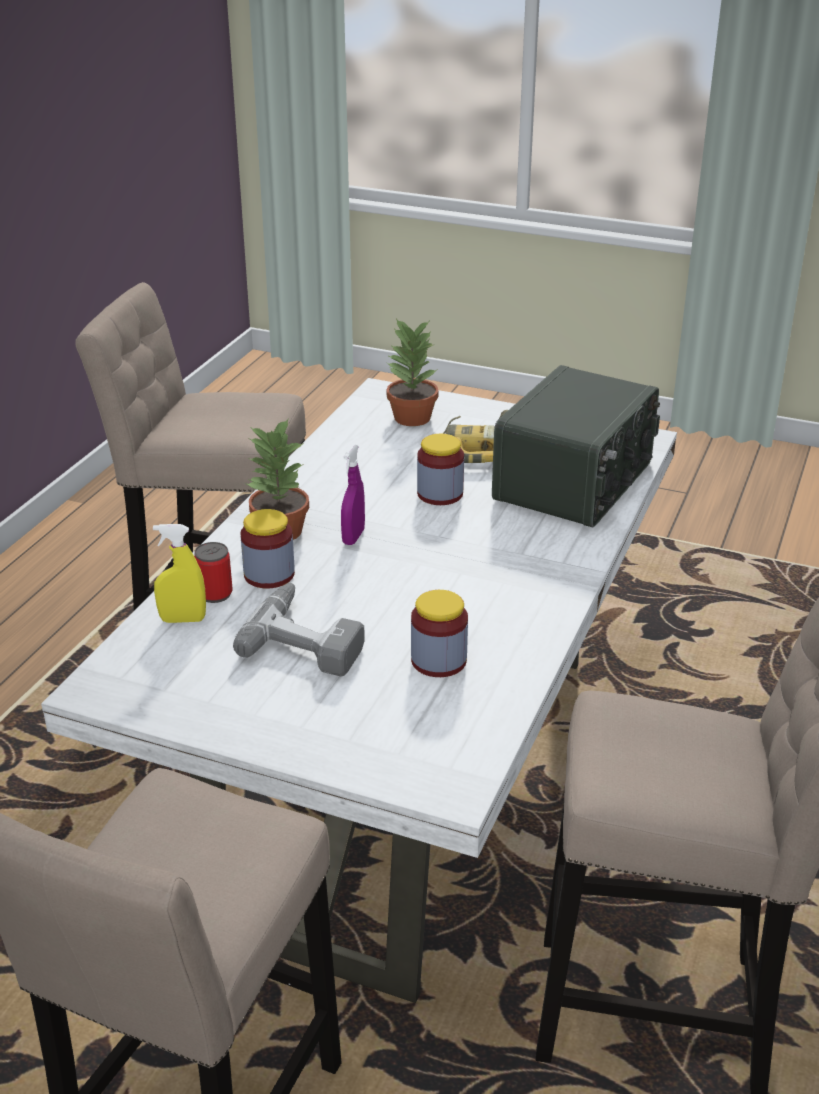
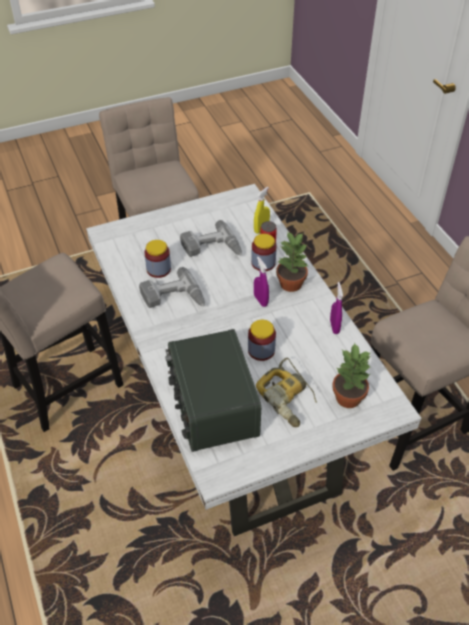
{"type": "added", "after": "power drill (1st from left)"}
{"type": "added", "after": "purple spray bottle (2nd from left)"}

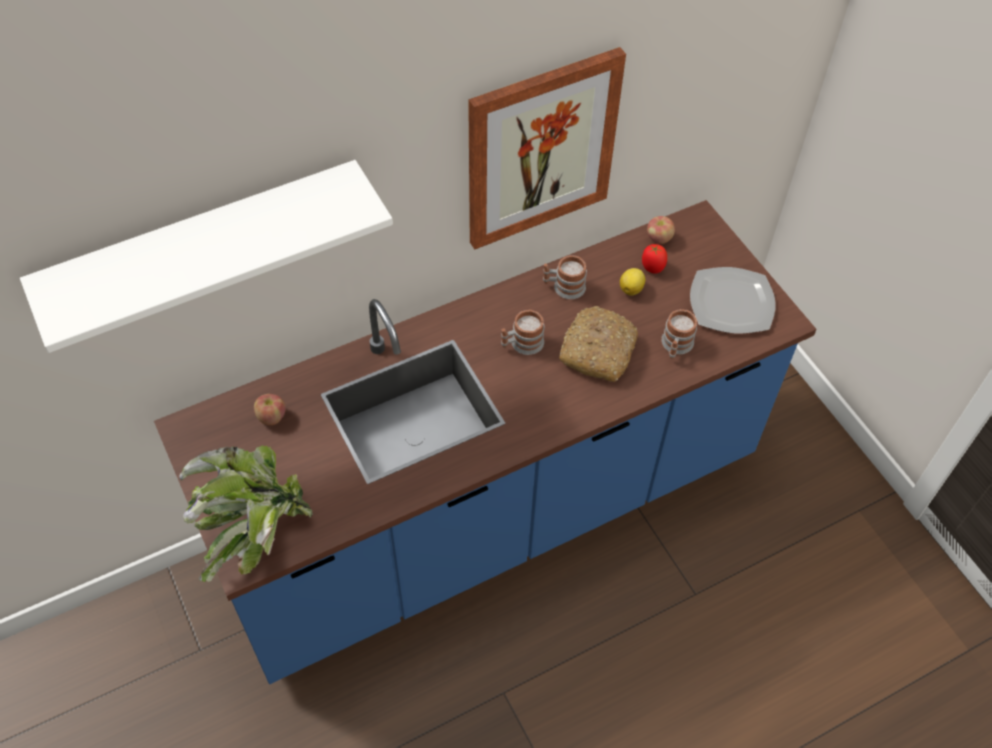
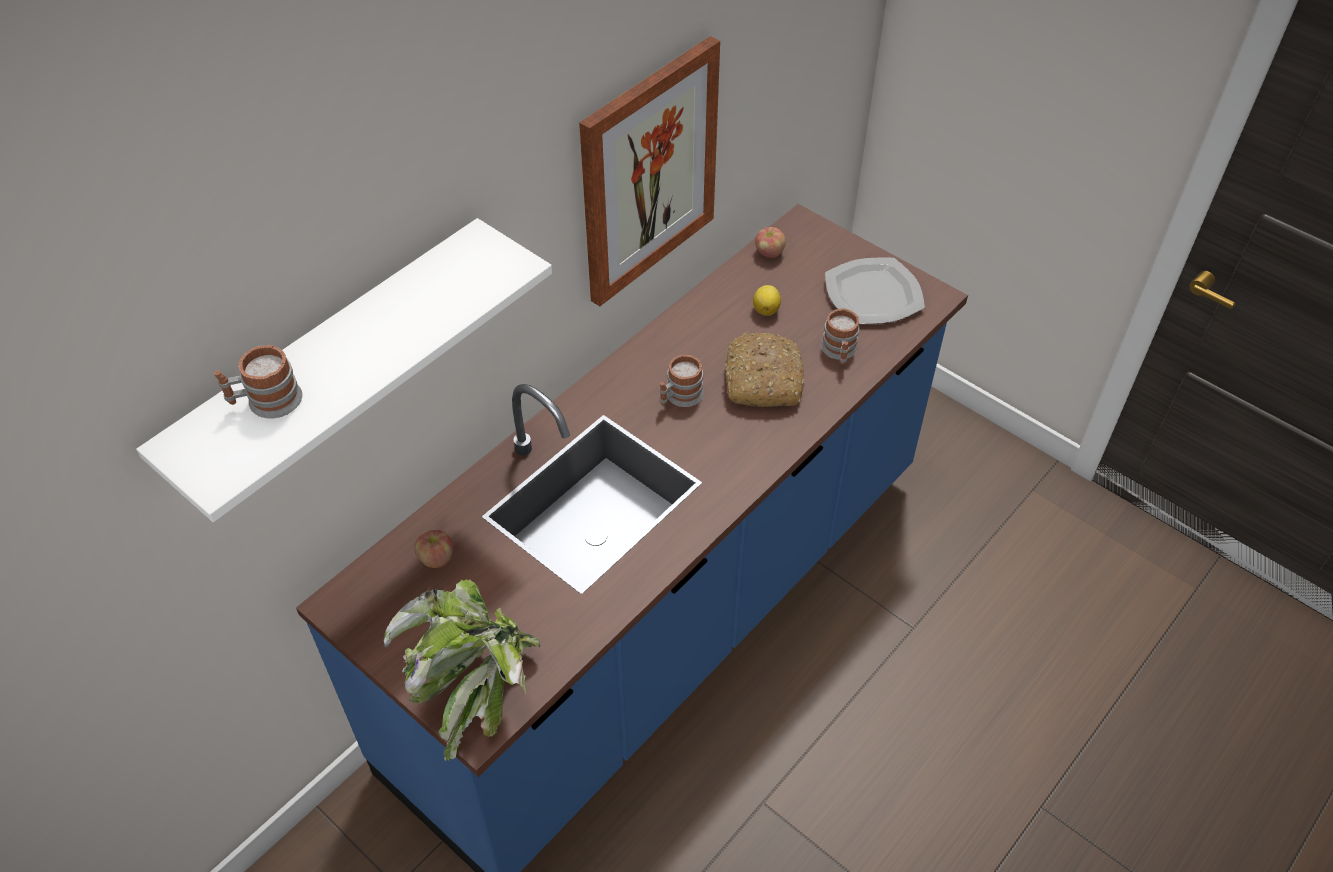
{"type": "moved", "before": "mug (2nd from left in the first image)", "after": "mug (1st from left)"}
{"type": "removed", "before": "tomato"}

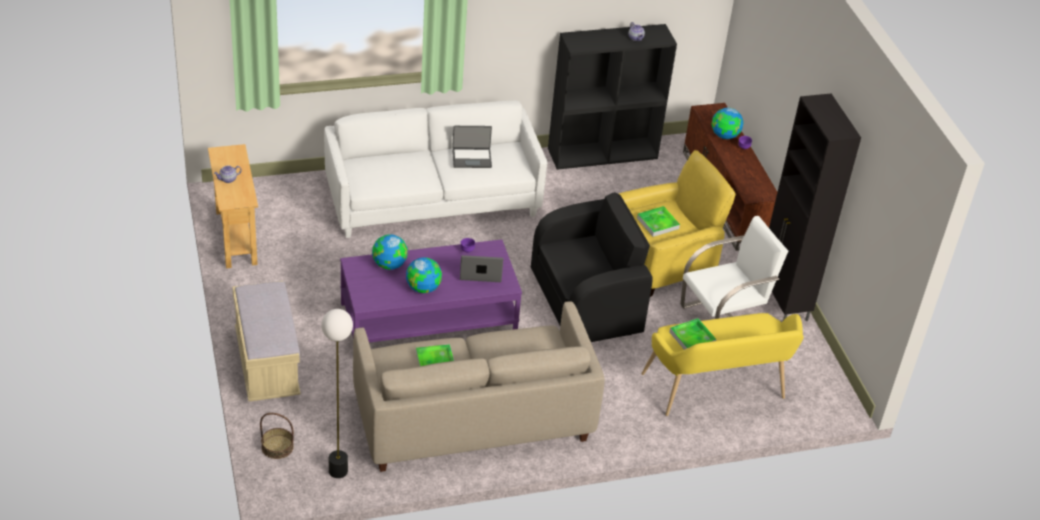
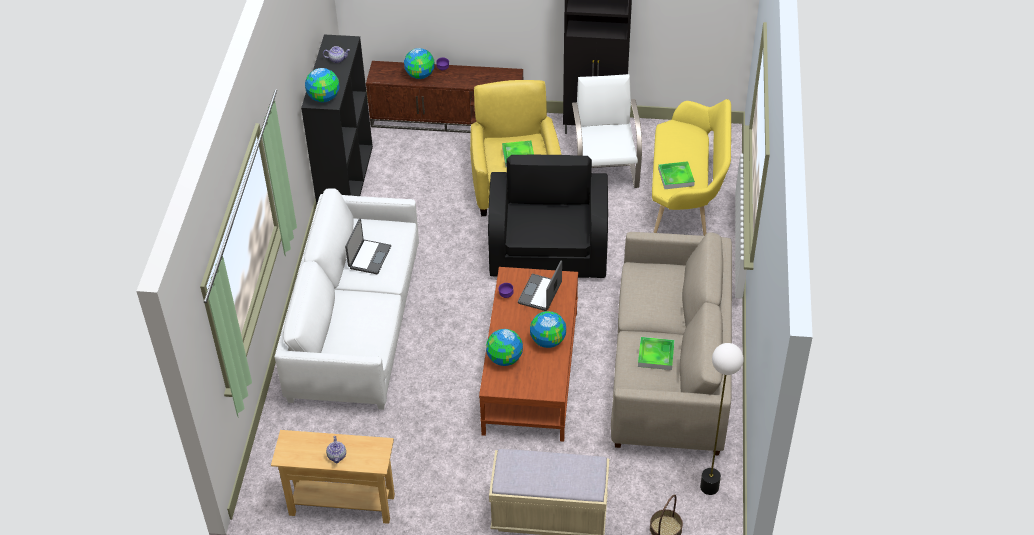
{"type": "recoloured", "before": "purple coffee table", "after": "brown coffee table"}
{"type": "added", "after": "globe (1st from left)"}

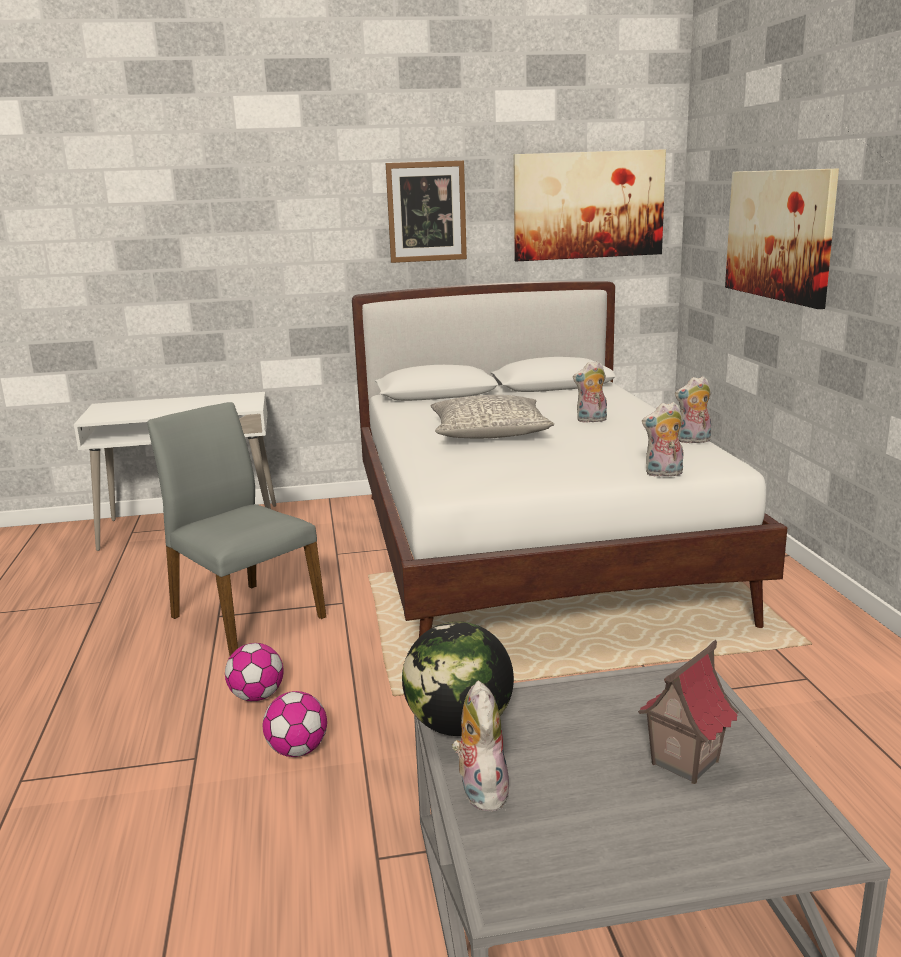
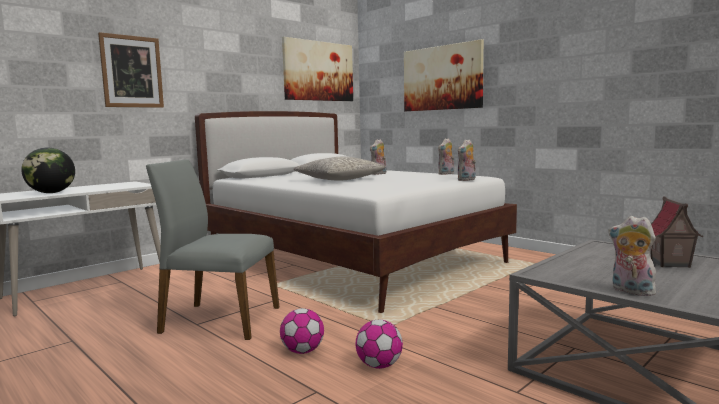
{"type": "moved", "before": "picture (1st from left)"}
{"type": "moved", "before": "globe"}

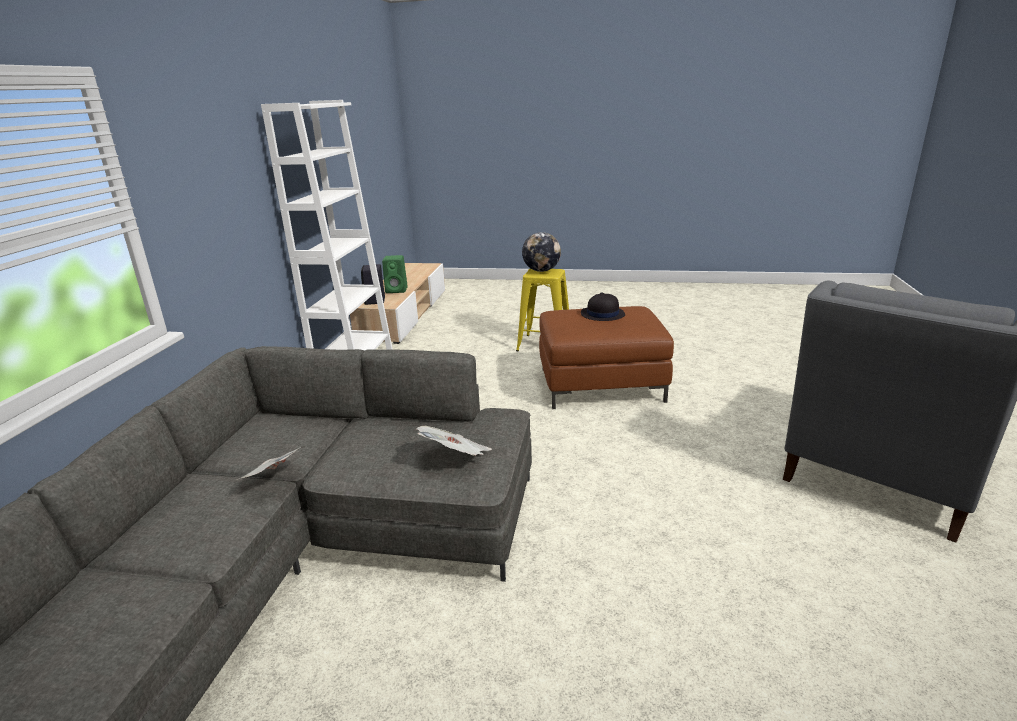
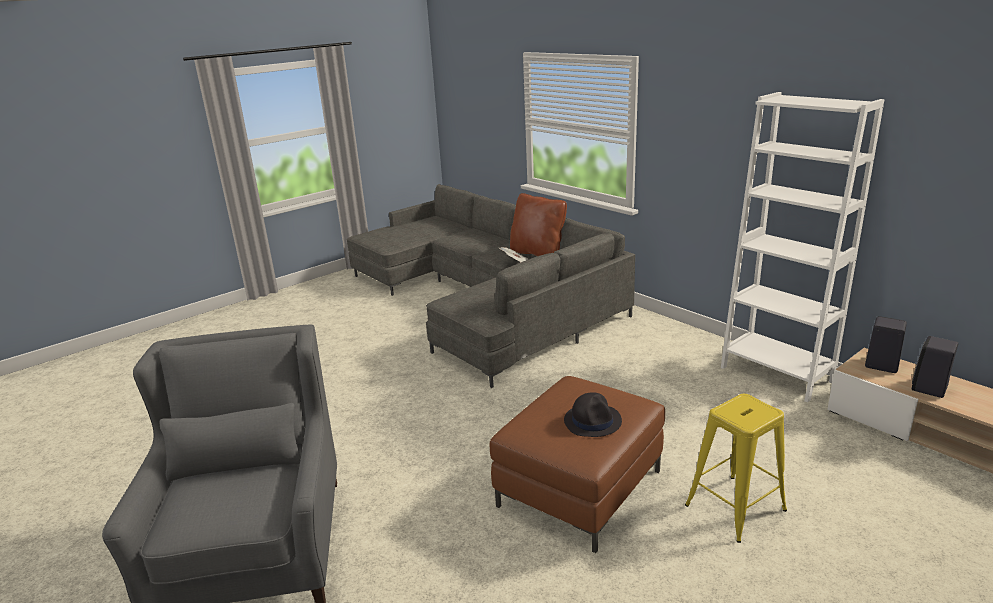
{"type": "recoloured", "before": "green speaker", "after": "black speaker (2nd from left)"}
{"type": "removed", "before": "newspaper (2nd from left)"}
{"type": "removed", "before": "globe"}
{"type": "added", "after": "brown pillow"}

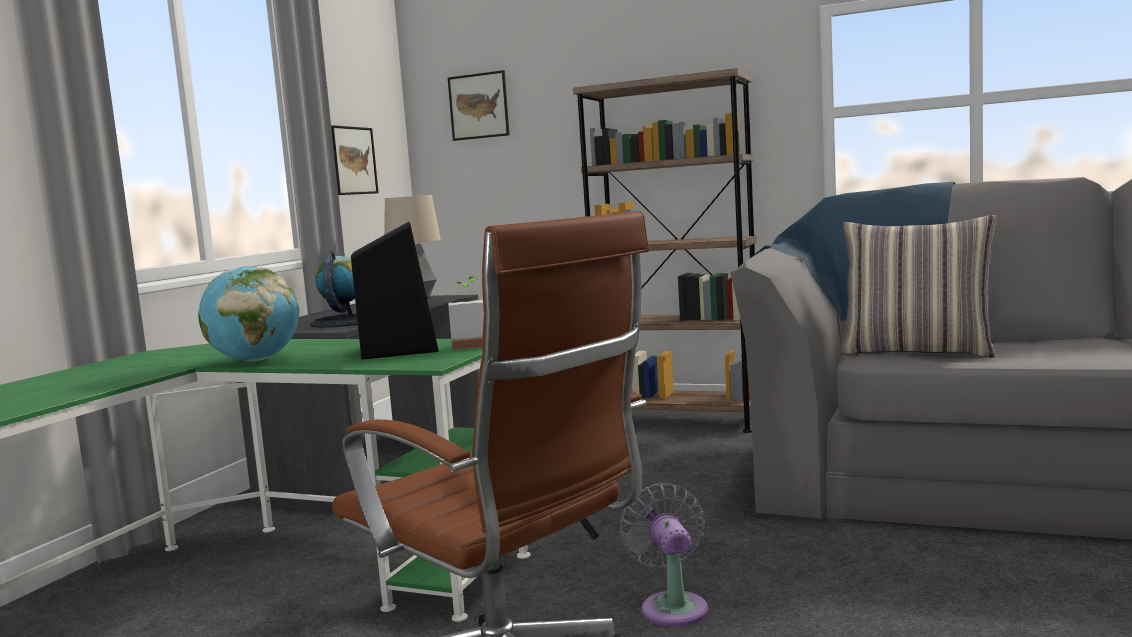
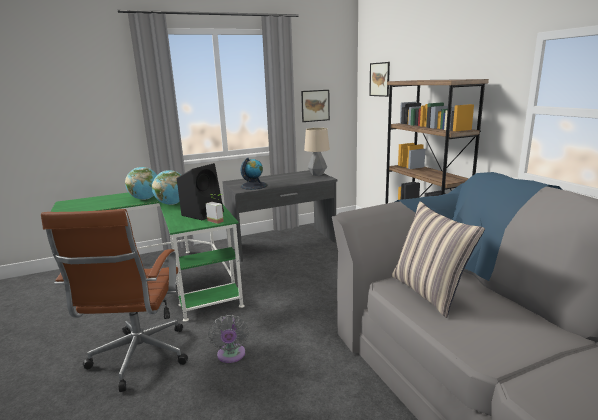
{"type": "turned", "before": "grey fan", "turn": 135}
{"type": "added", "after": "globe (1st from left)"}

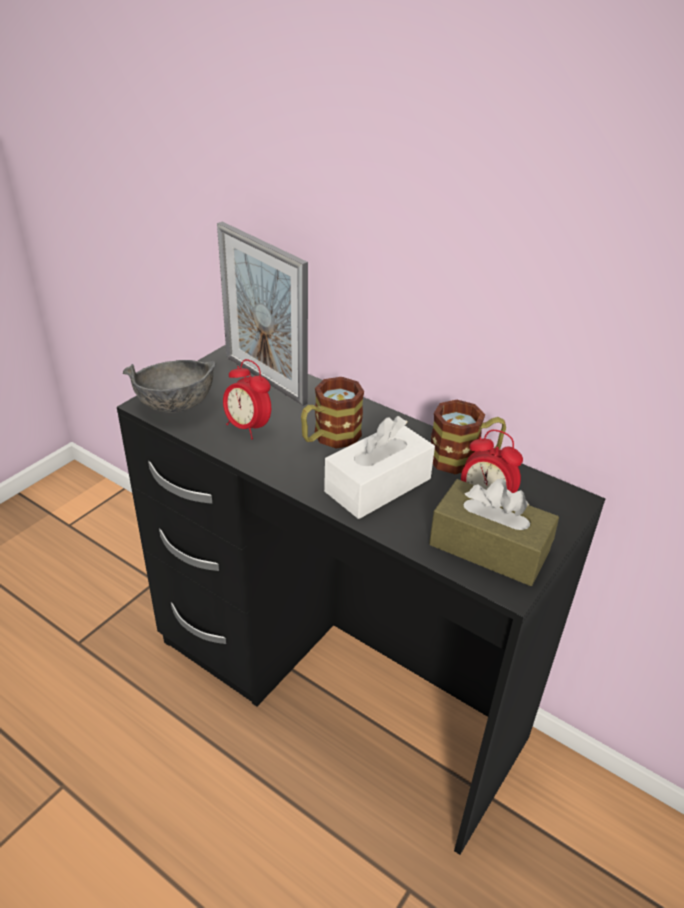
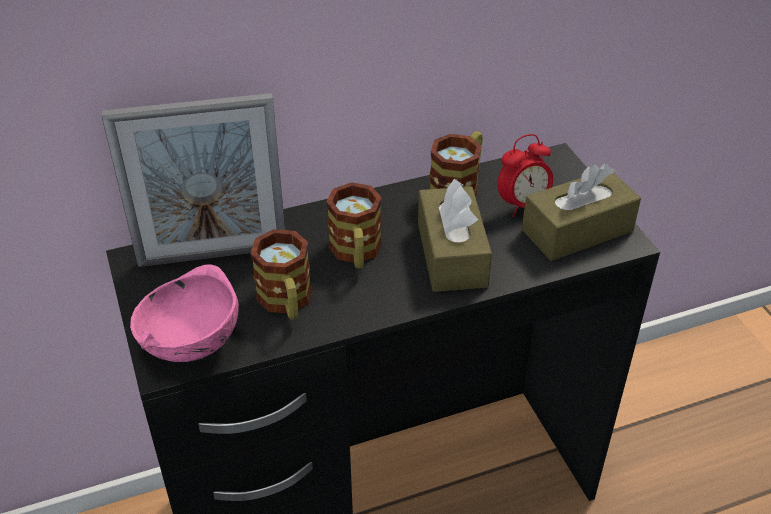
{"type": "recoloured", "before": "grey bowl", "after": "pink bowl"}
{"type": "replaced", "before": "alarm clock (1st from left)", "after": "mug (1st from left)"}
{"type": "recoloured", "before": "white tissue box", "after": "brown tissue box (1st from left)"}

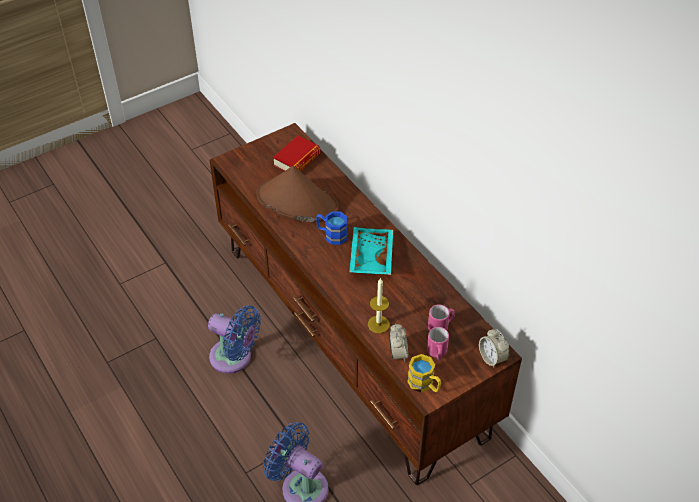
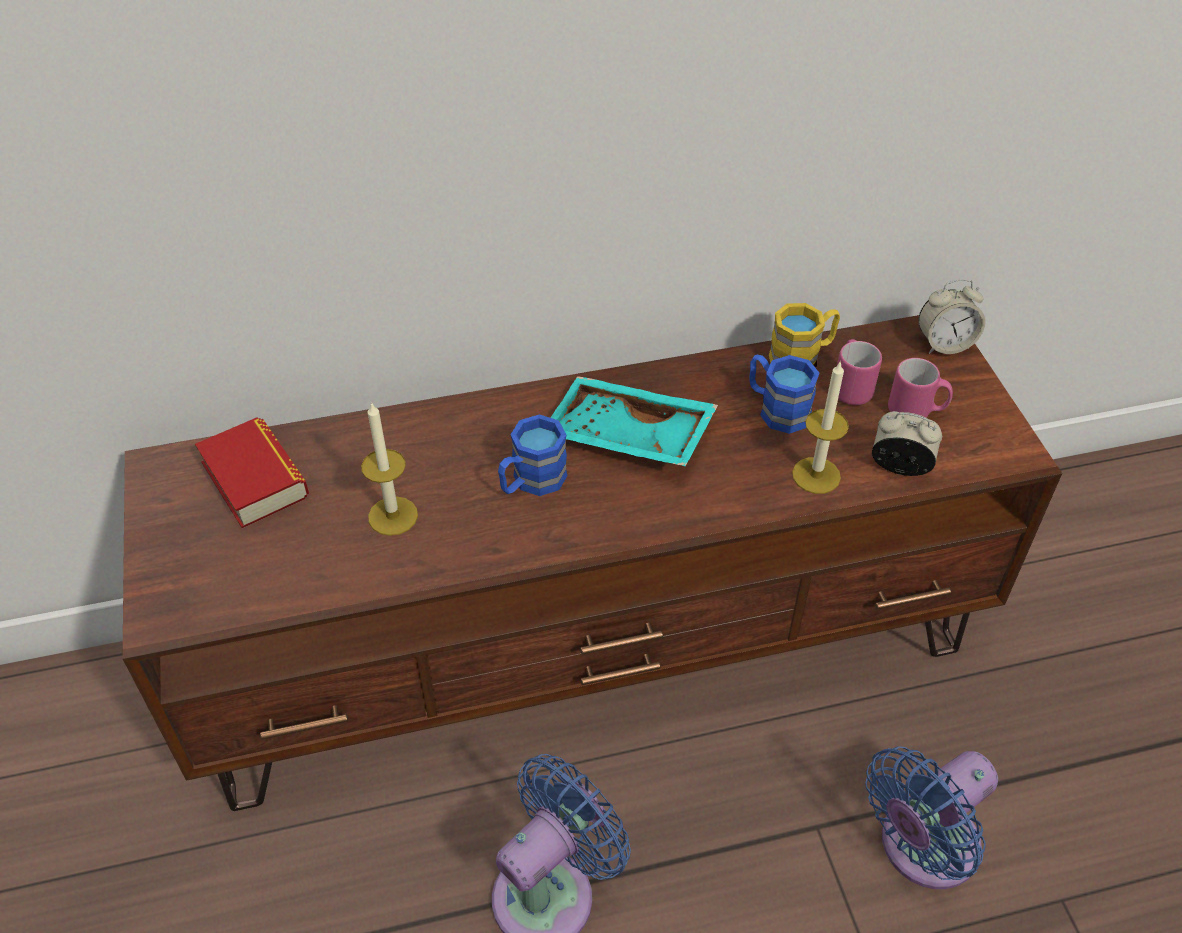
{"type": "replaced", "before": "brown hat", "after": "candle (1st from left)"}
{"type": "moved", "before": "yellow mug"}
{"type": "added", "after": "blue mug (2nd from left)"}

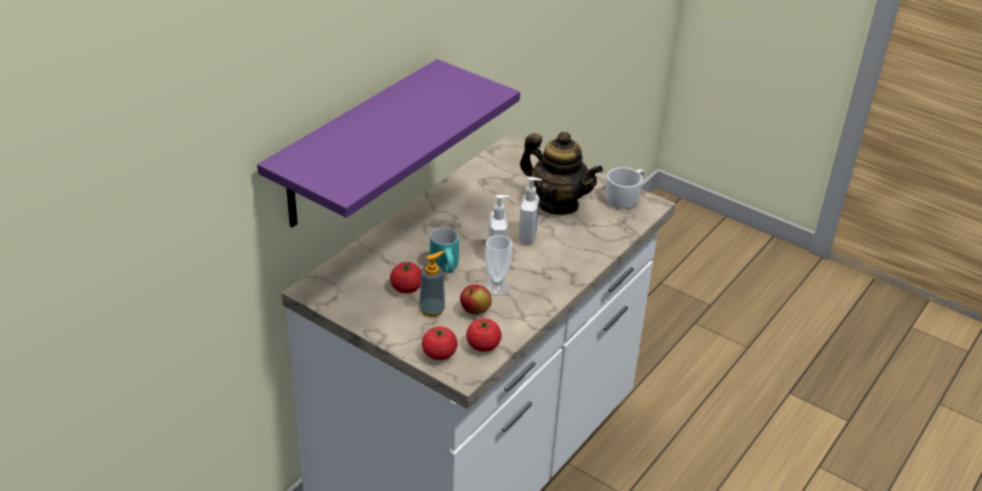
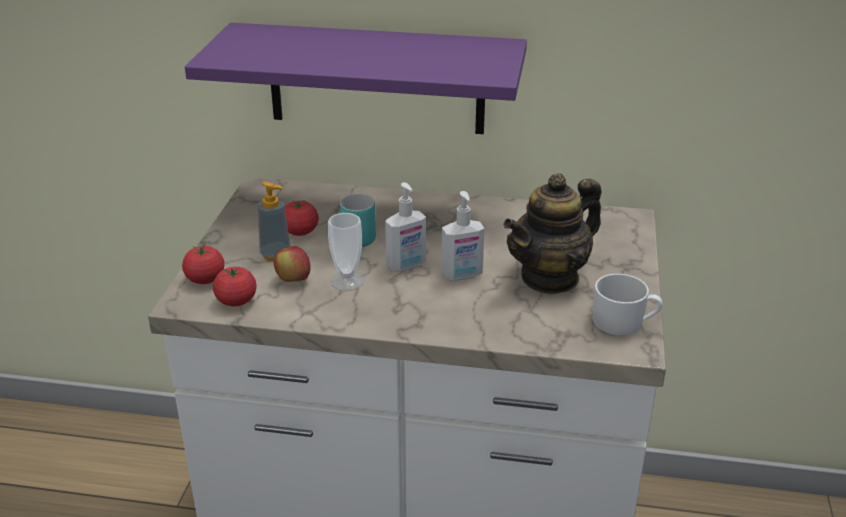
{"type": "turned", "before": "teapot", "turn": 45}

